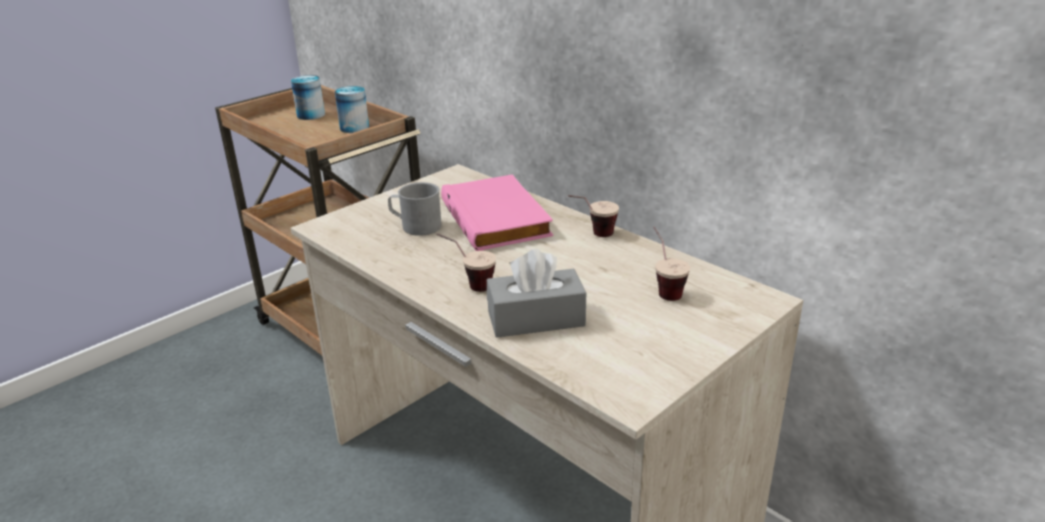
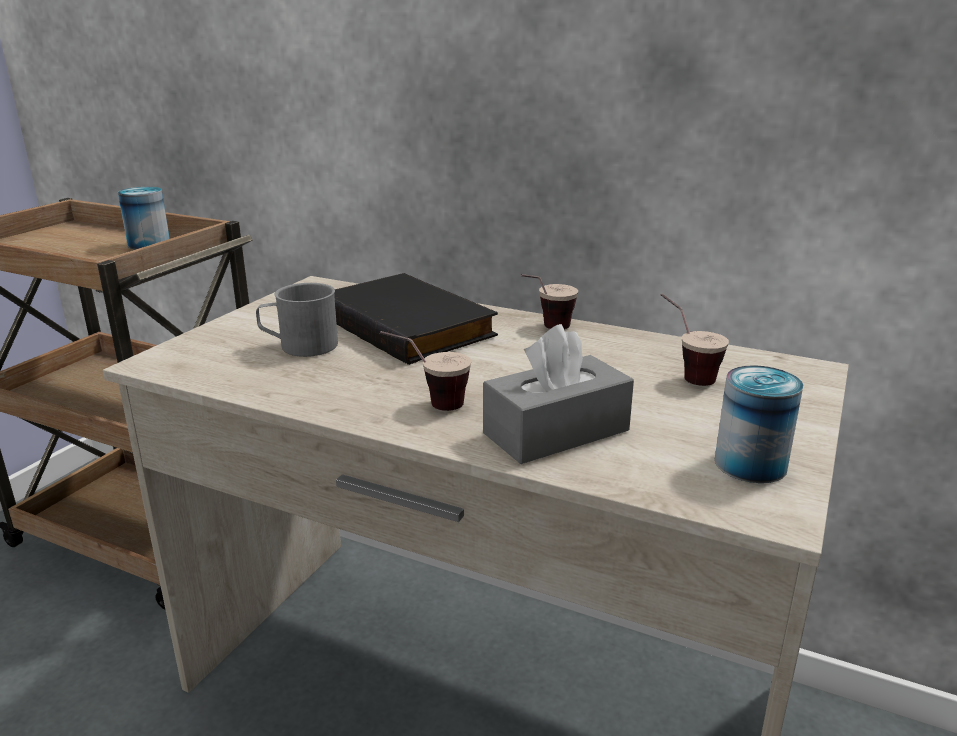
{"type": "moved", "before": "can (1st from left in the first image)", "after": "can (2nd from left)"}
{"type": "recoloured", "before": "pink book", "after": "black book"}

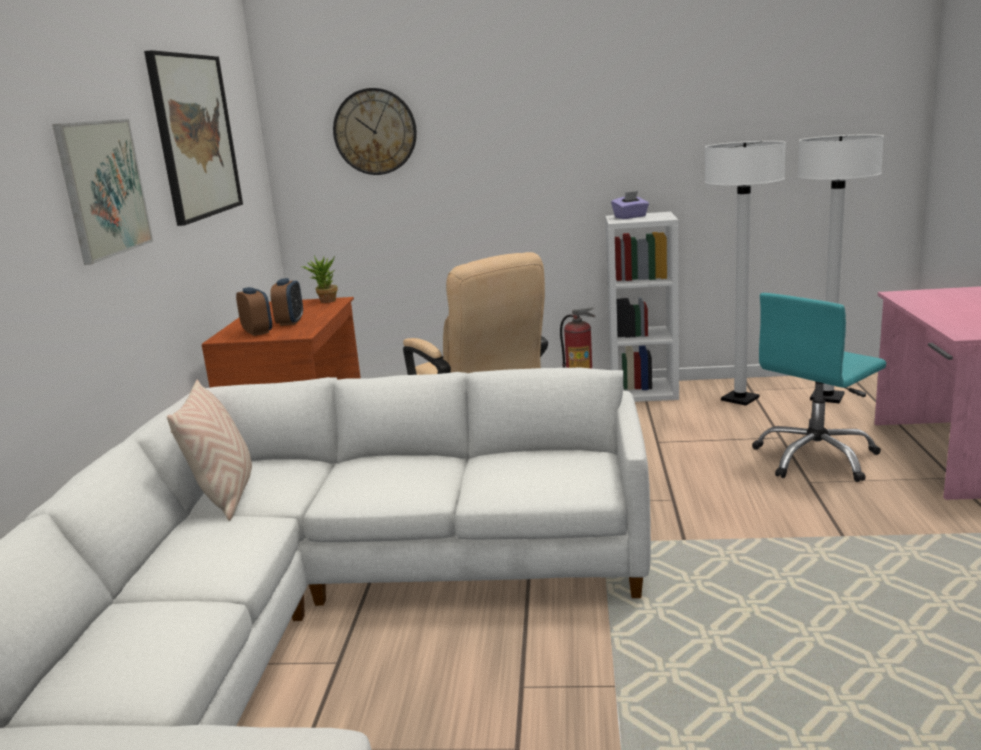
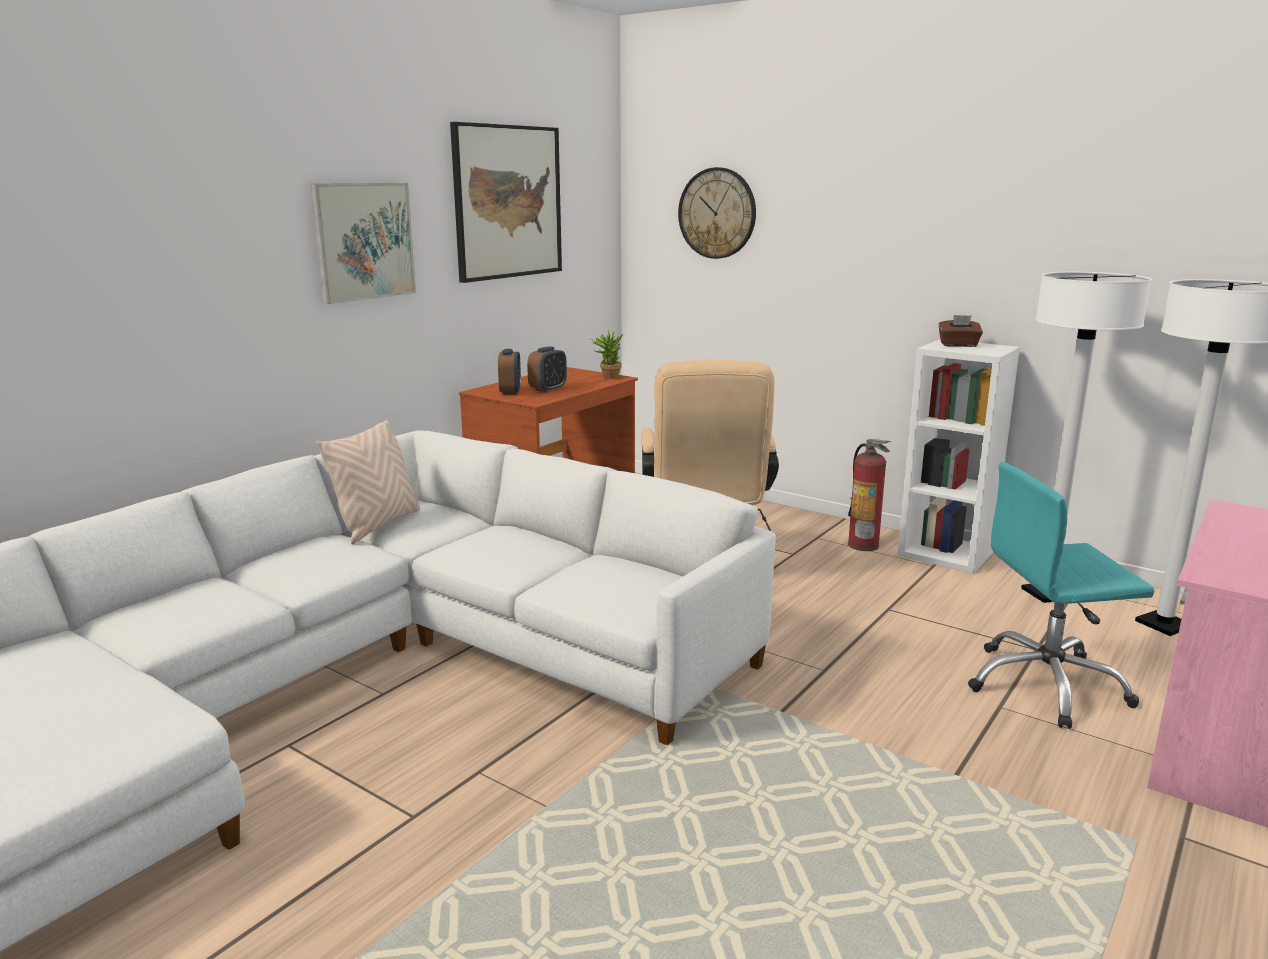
{"type": "recoloured", "before": "purple tissue box", "after": "brown tissue box"}

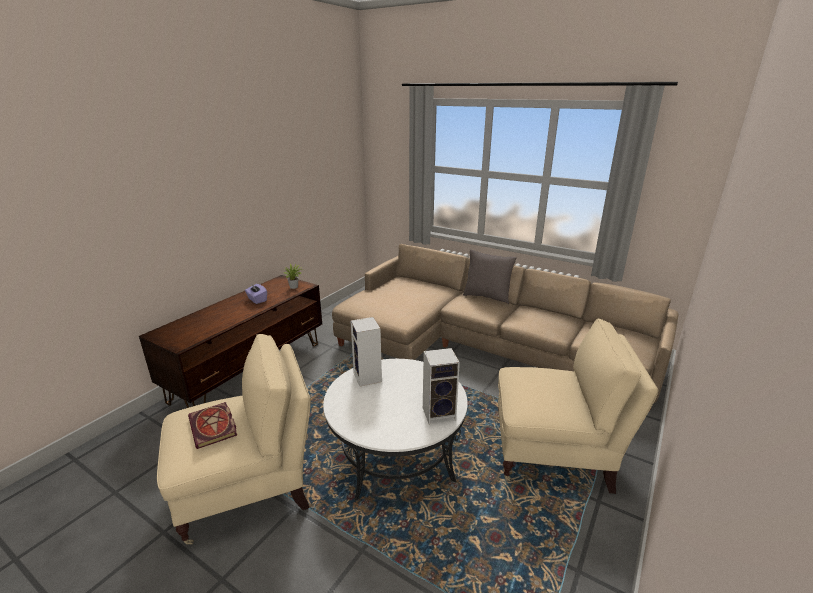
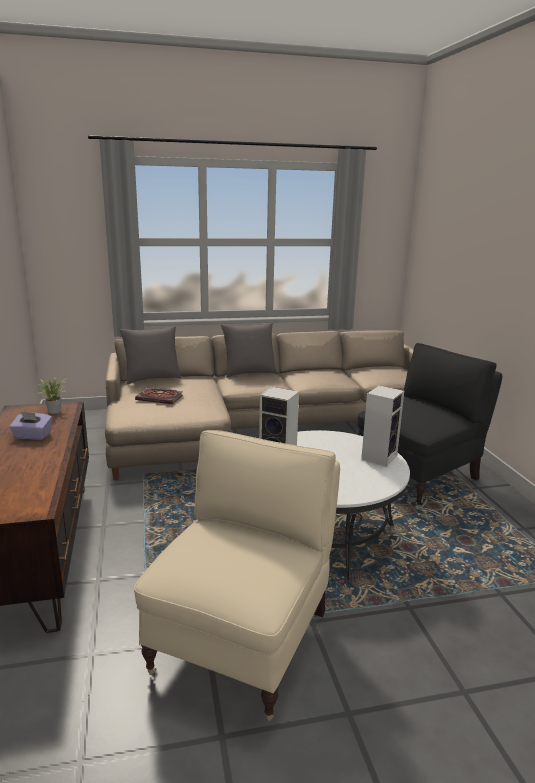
{"type": "moved", "before": "book"}
{"type": "recoloured", "before": "beige armchair (2nd from left)", "after": "black armchair"}
{"type": "added", "after": "grey pillow (1st from left)"}

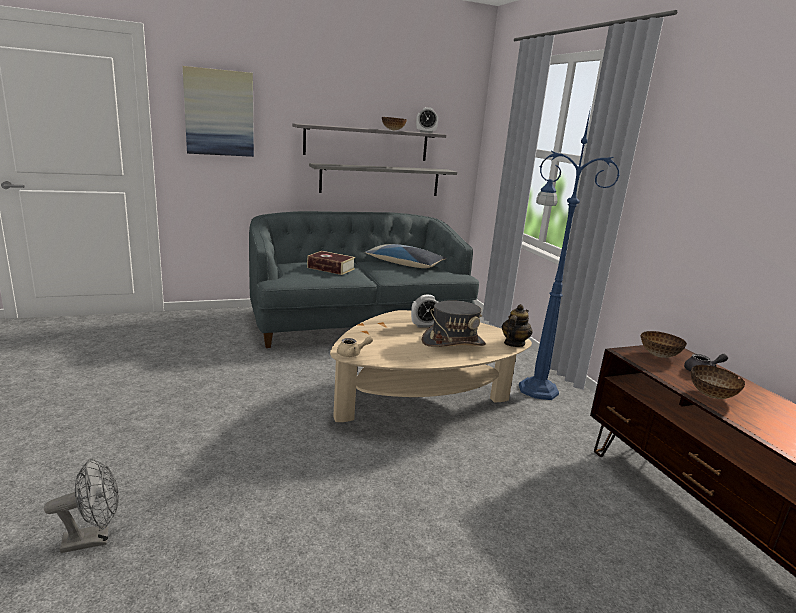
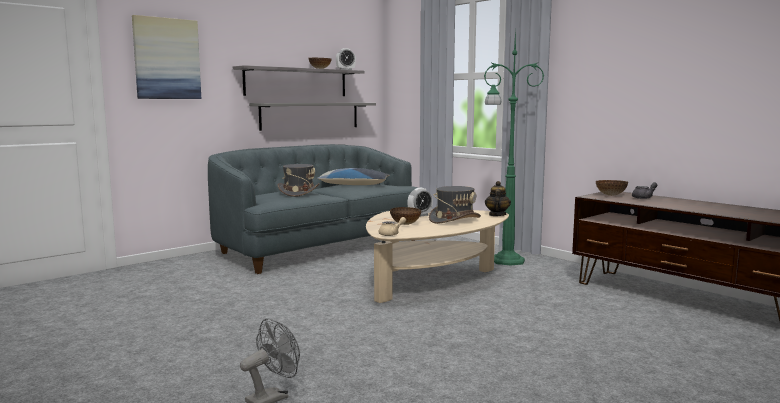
{"type": "replaced", "before": "book", "after": "grey hat (1st from left)"}
{"type": "recoloured", "before": "blue floor lamp", "after": "green floor lamp"}
{"type": "moved", "before": "bowl (3rd from left in the first image)", "after": "bowl (2nd from left)"}

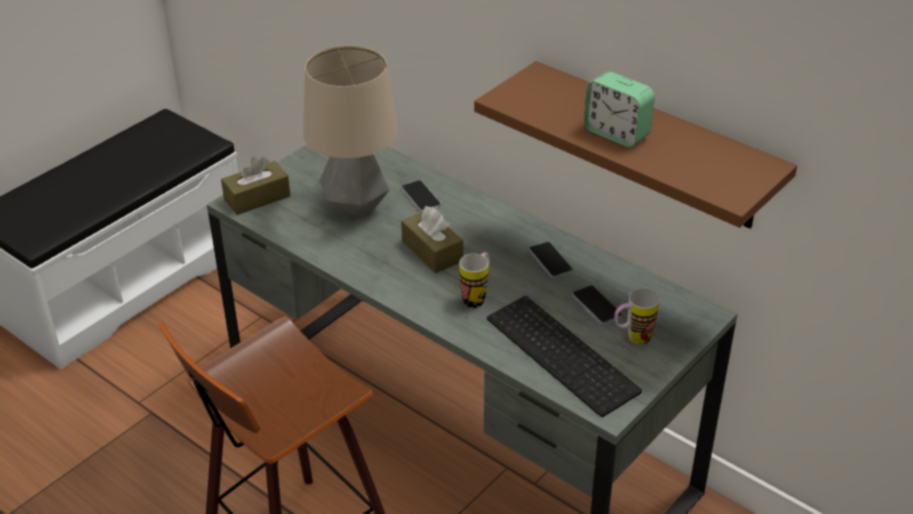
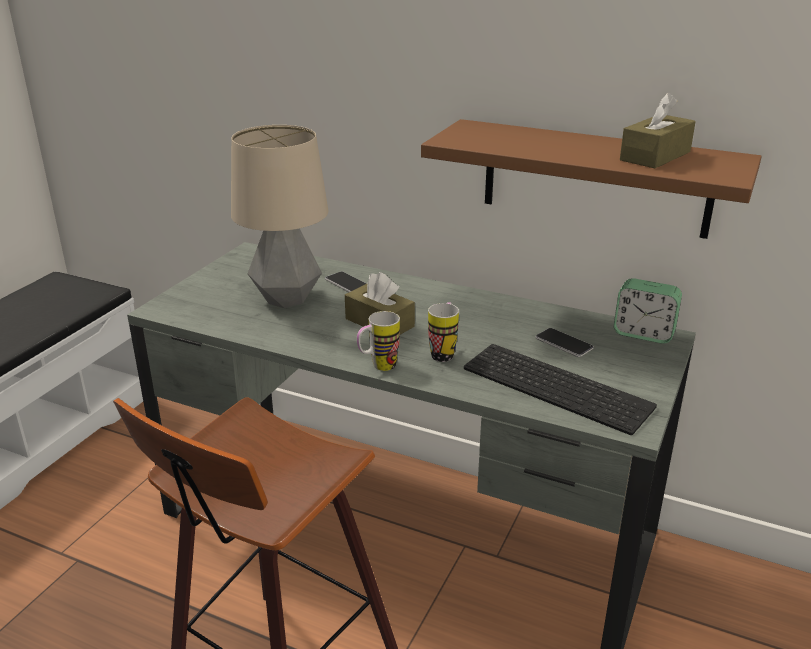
{"type": "moved", "before": "brown tissue box (1st from left in the first image)", "after": "brown tissue box (2nd from left)"}
{"type": "removed", "before": "phone (2nd from left)"}
{"type": "moved", "before": "alarm clock"}
{"type": "moved", "before": "mug (2nd from left in the first image)", "after": "mug (1st from left)"}

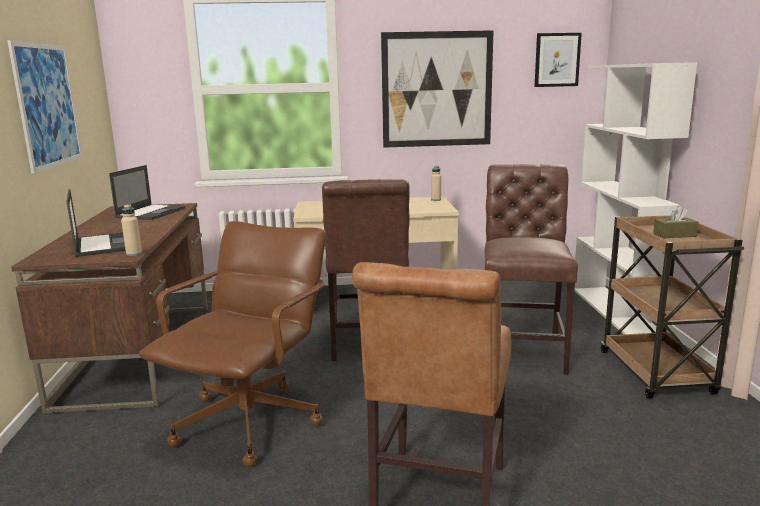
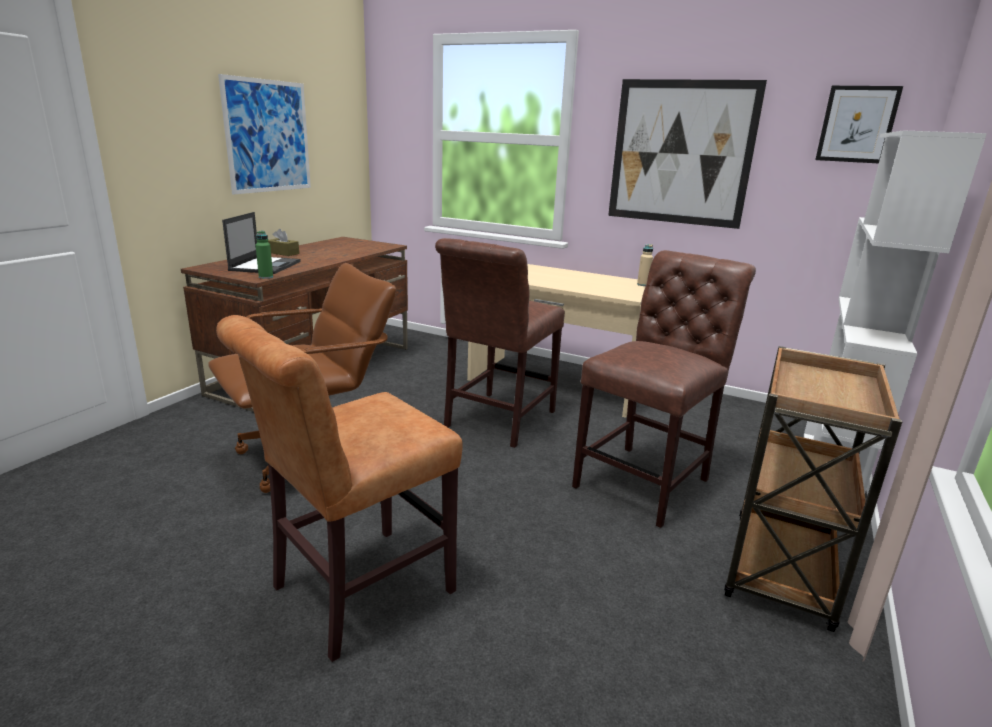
{"type": "removed", "before": "laptop (2nd from left)"}
{"type": "recoloured", "before": "beige bottle (1st from left)", "after": "green bottle"}
{"type": "moved", "before": "brown tissue box"}

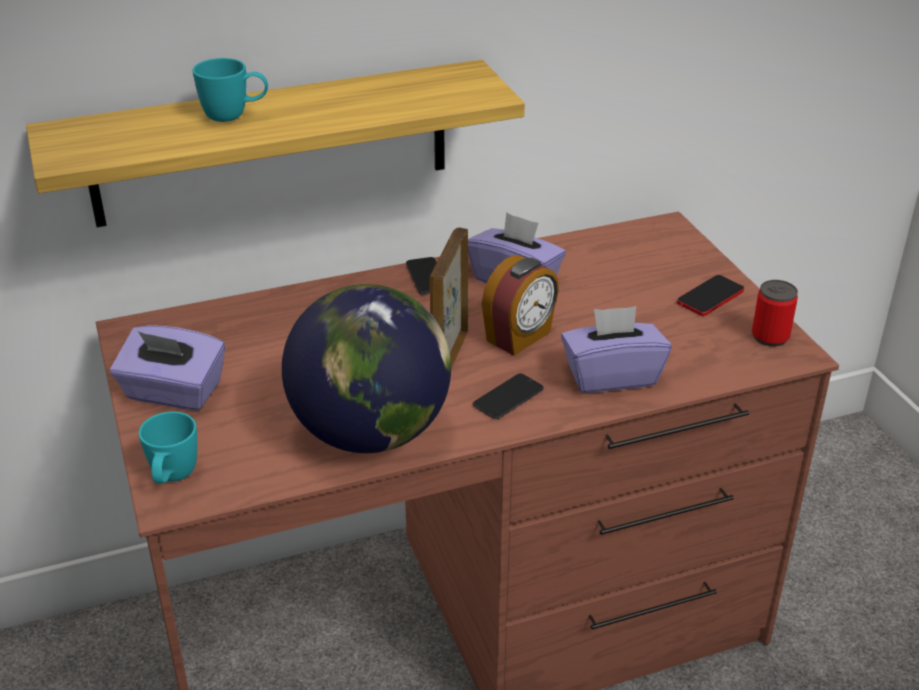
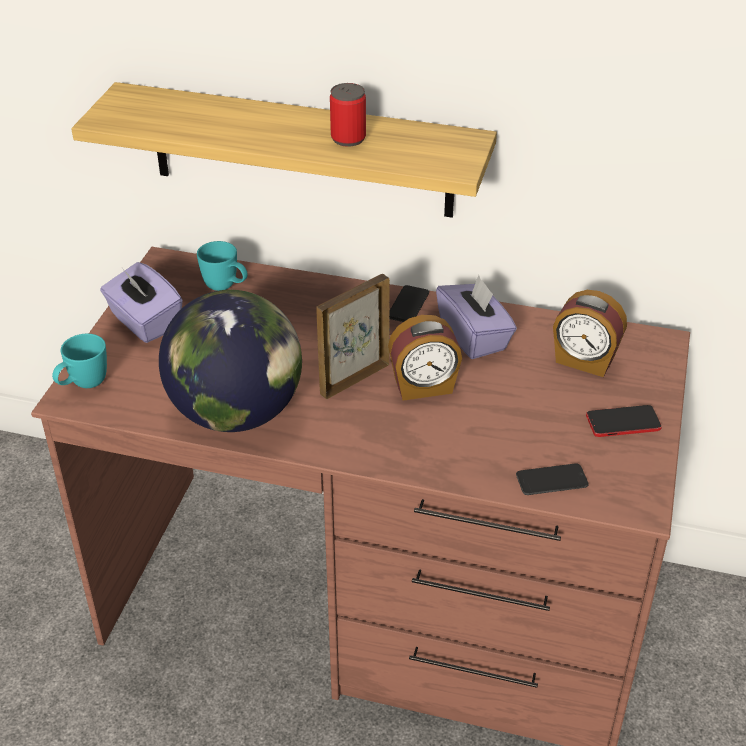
{"type": "moved", "before": "turquoise mug (2nd from left)"}
{"type": "moved", "before": "phone (2nd from left)"}
{"type": "removed", "before": "purple tissue box (3rd from left)"}
{"type": "moved", "before": "can"}
{"type": "added", "after": "alarm clock (2nd from left)"}

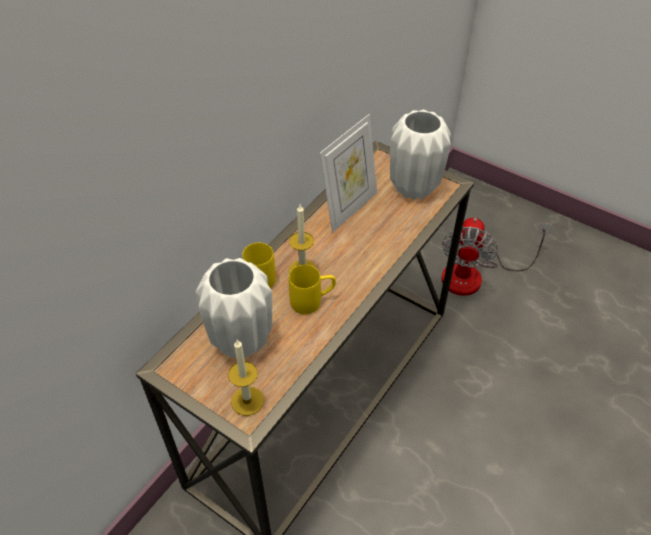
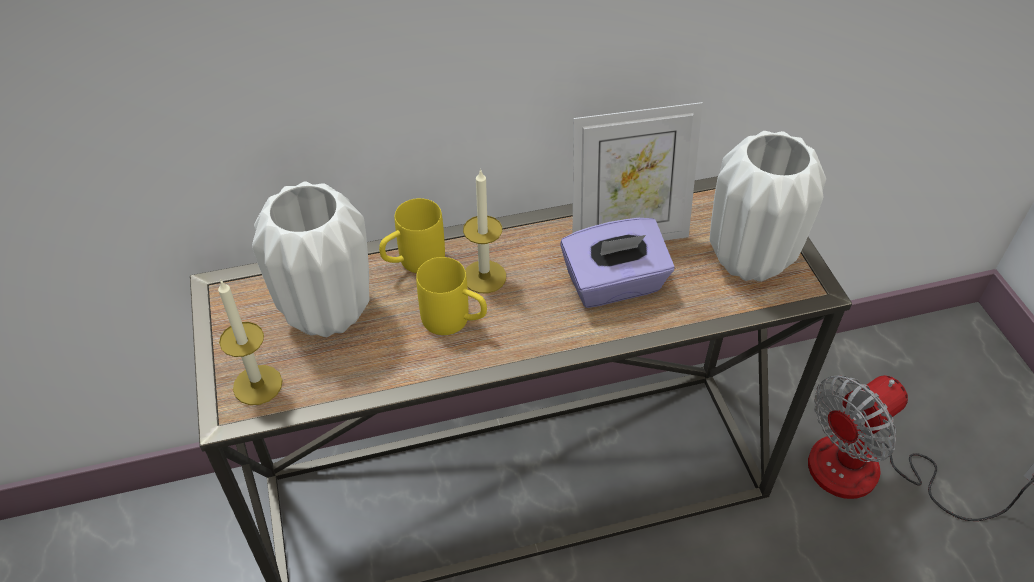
{"type": "added", "after": "purple tissue box"}

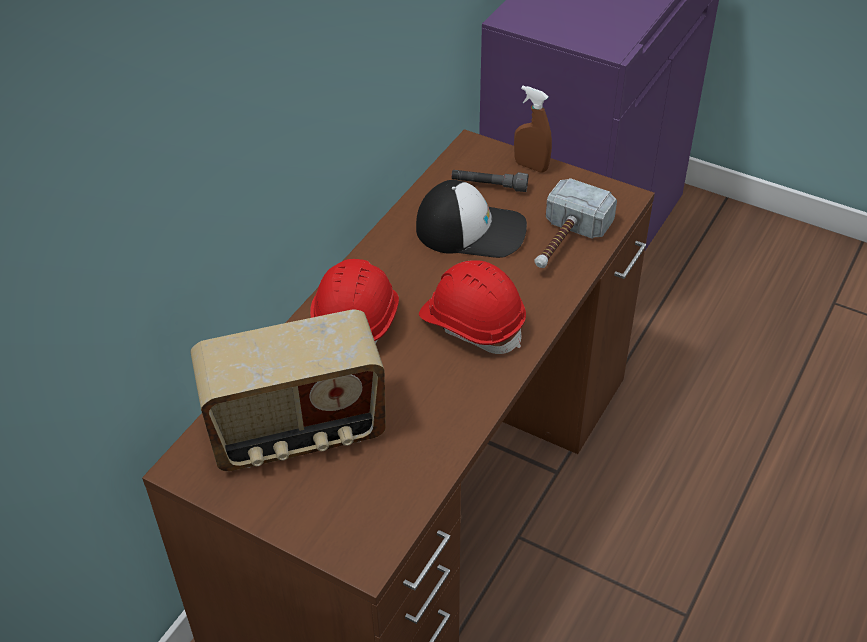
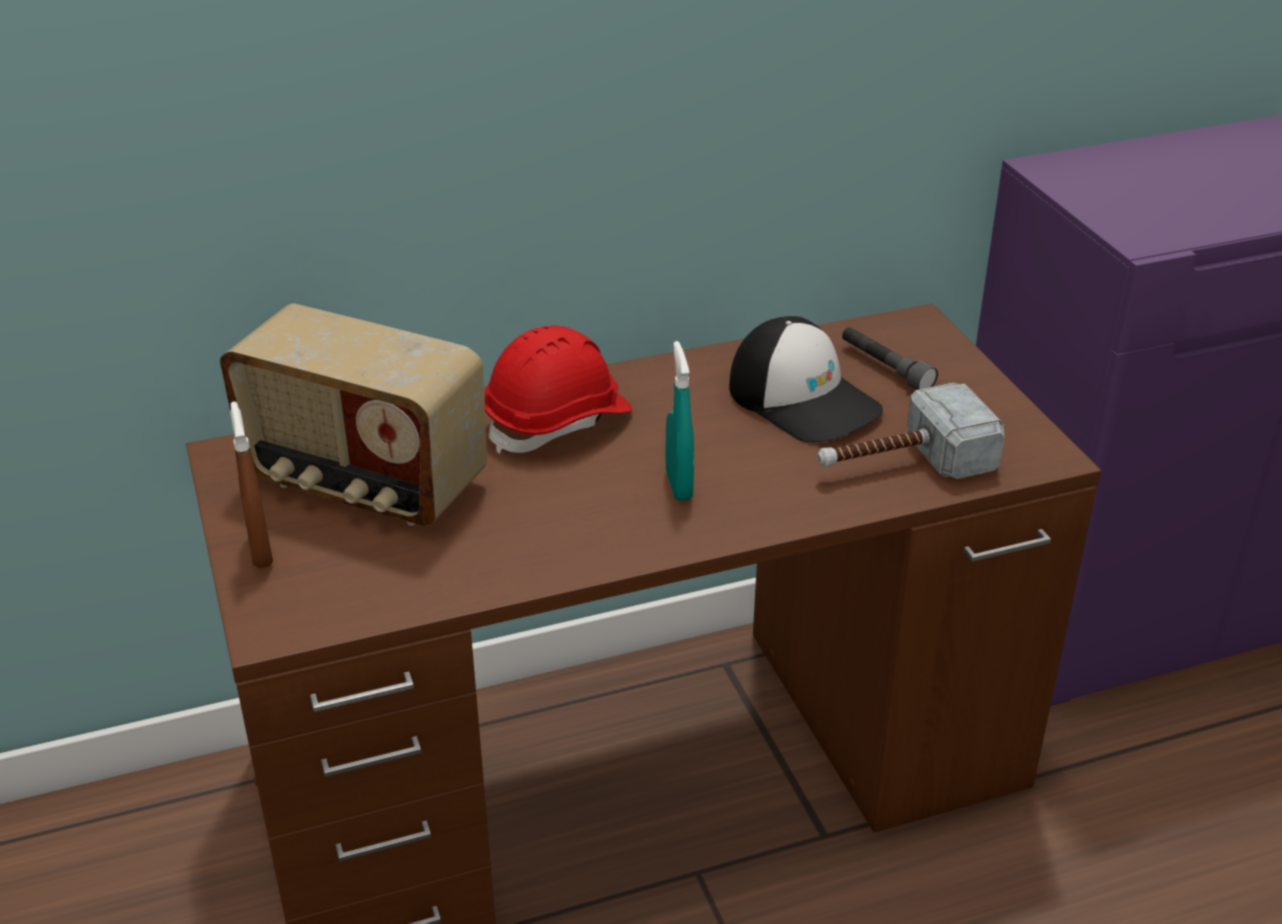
{"type": "replaced", "before": "red hard hat (2nd from left)", "after": "turquoise spray bottle"}
{"type": "moved", "before": "brown spray bottle"}

